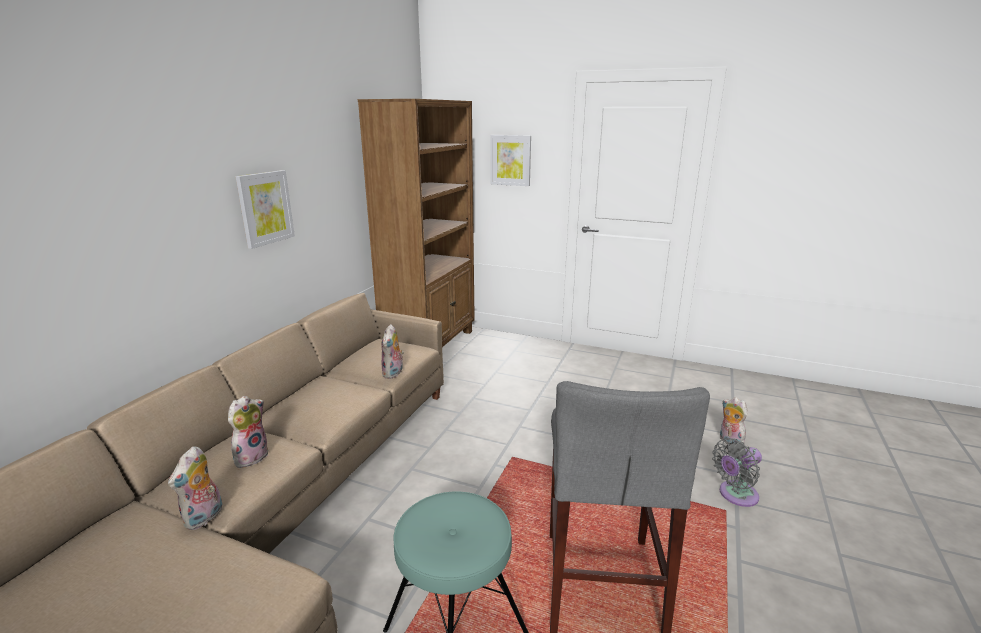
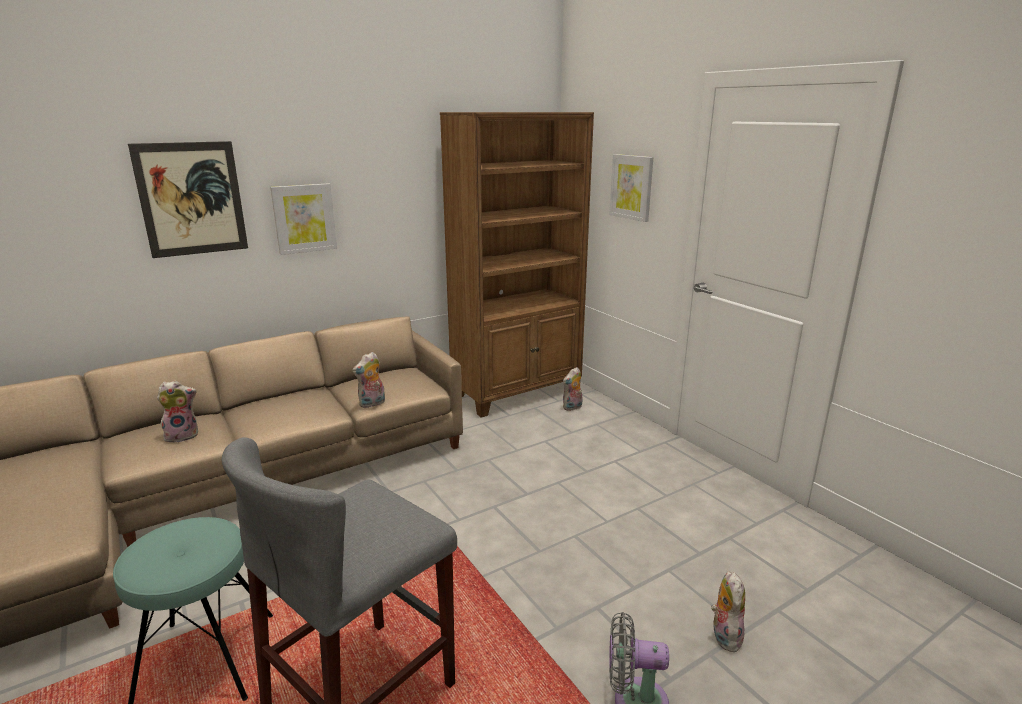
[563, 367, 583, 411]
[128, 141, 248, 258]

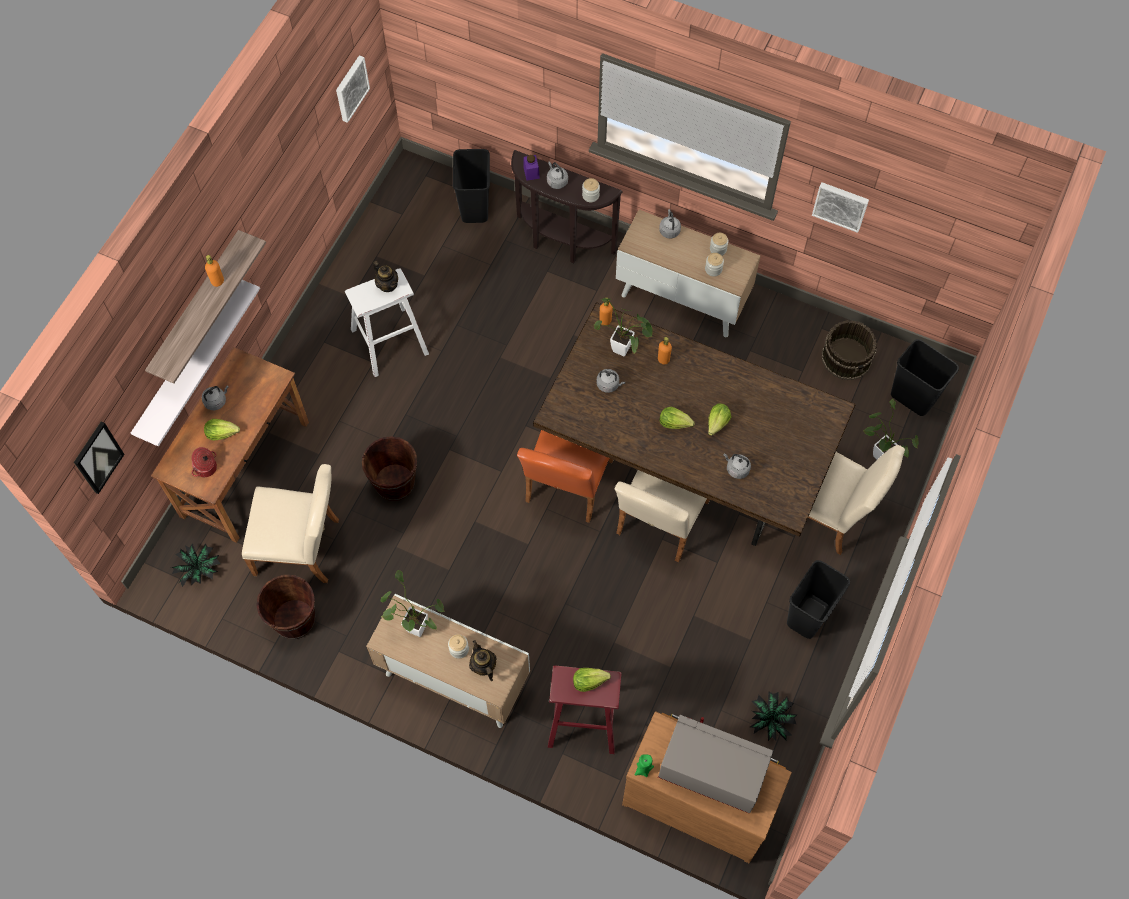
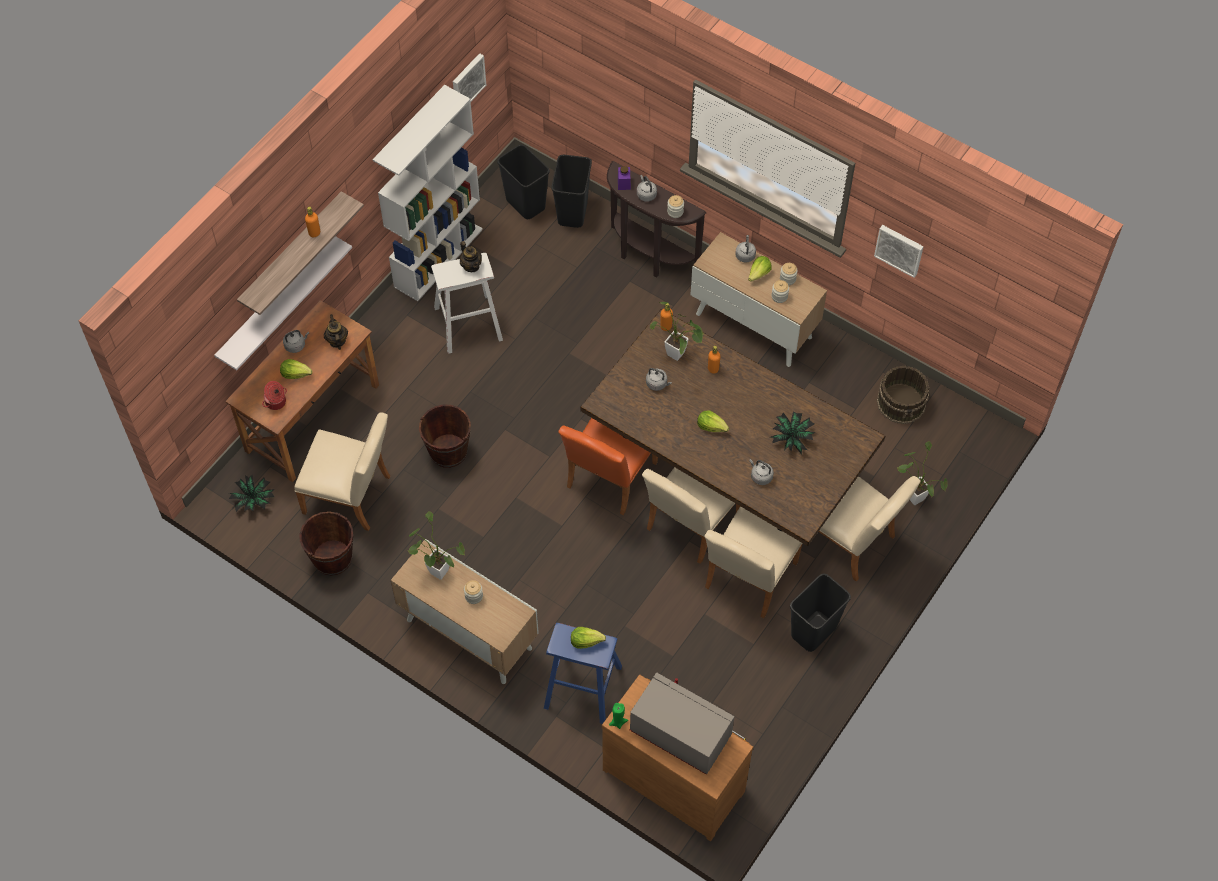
[74, 421, 125, 494] (first image)
[324, 314, 348, 350]
[544, 623, 622, 724]
[748, 256, 772, 282]
[769, 411, 816, 455]
[497, 144, 550, 219]
[372, 85, 483, 301]
[704, 506, 802, 618]

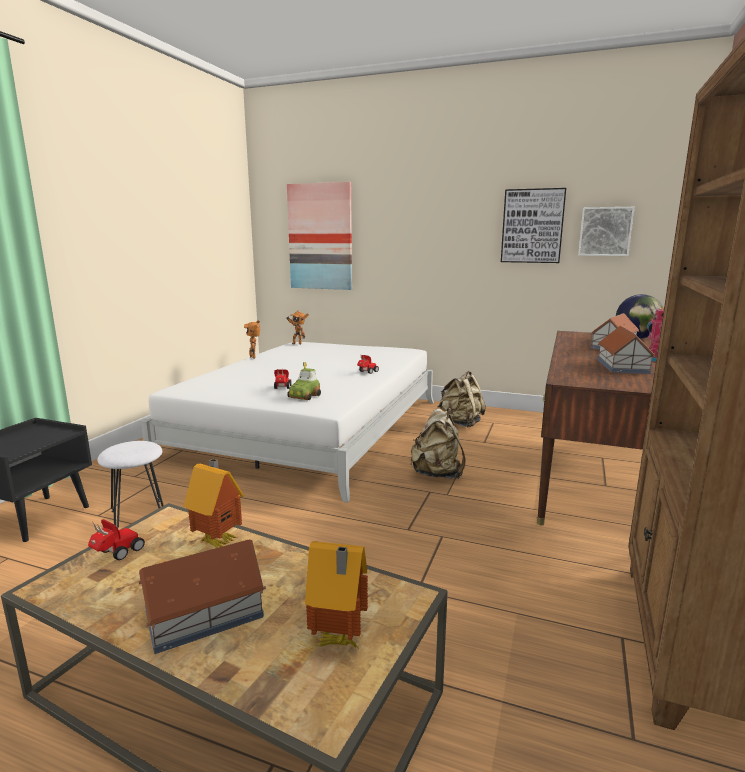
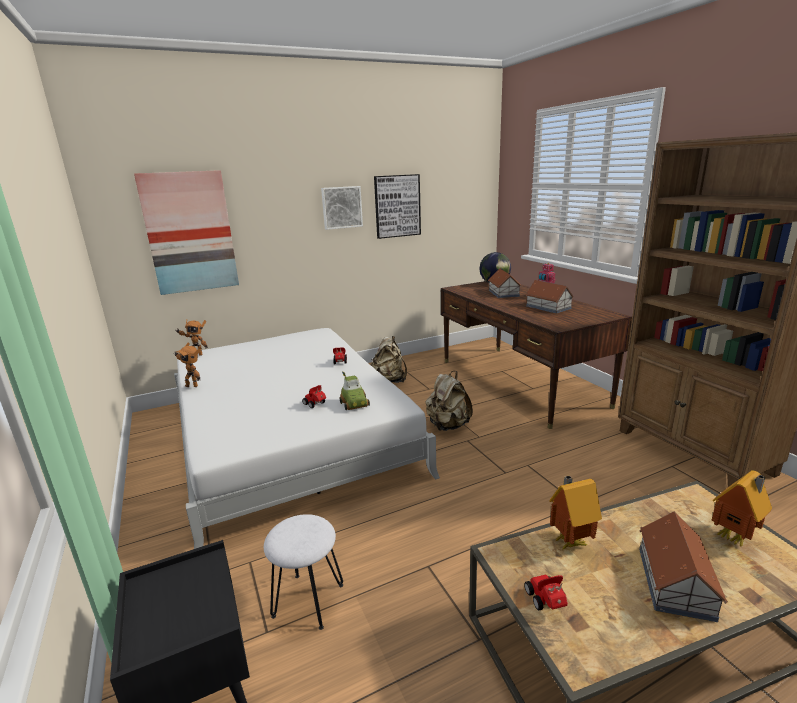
[321, 186, 363, 230]

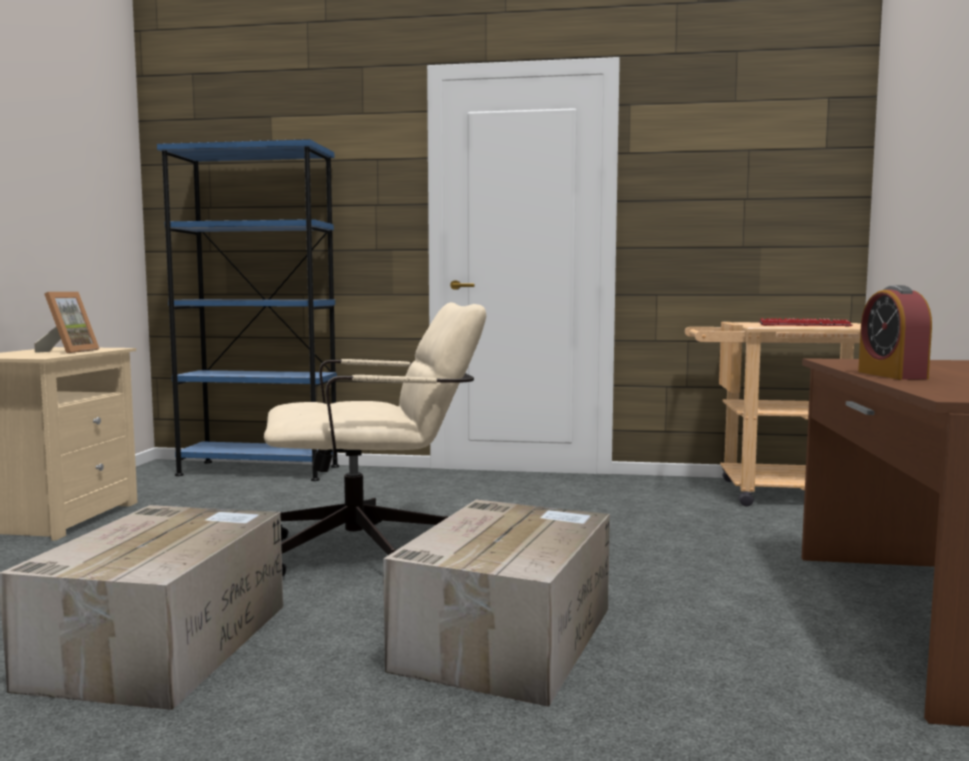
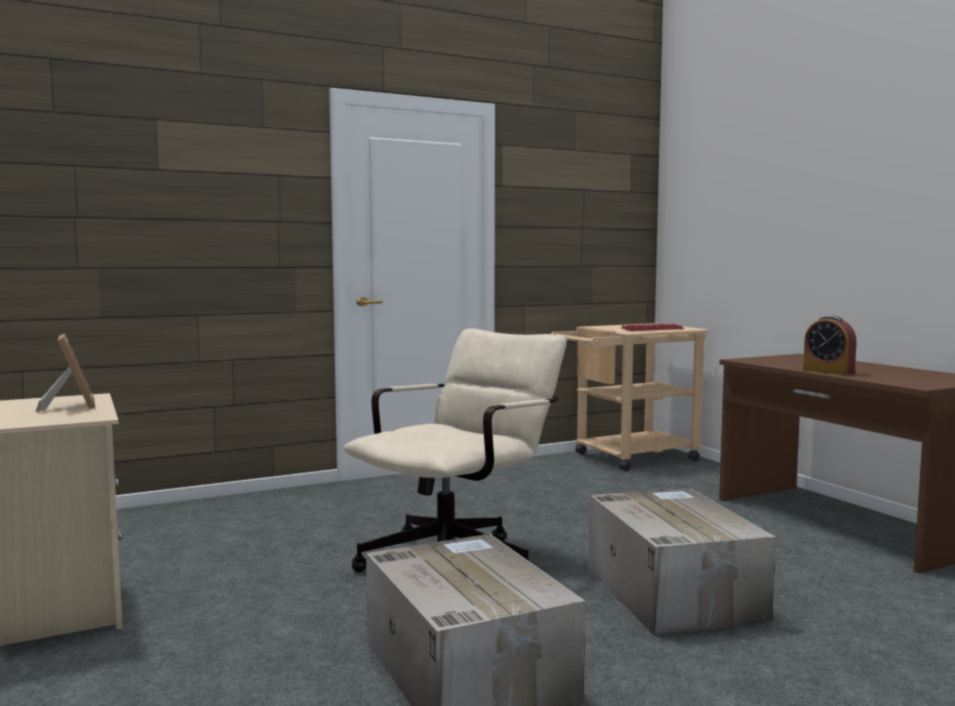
[157, 139, 339, 481] (first image)

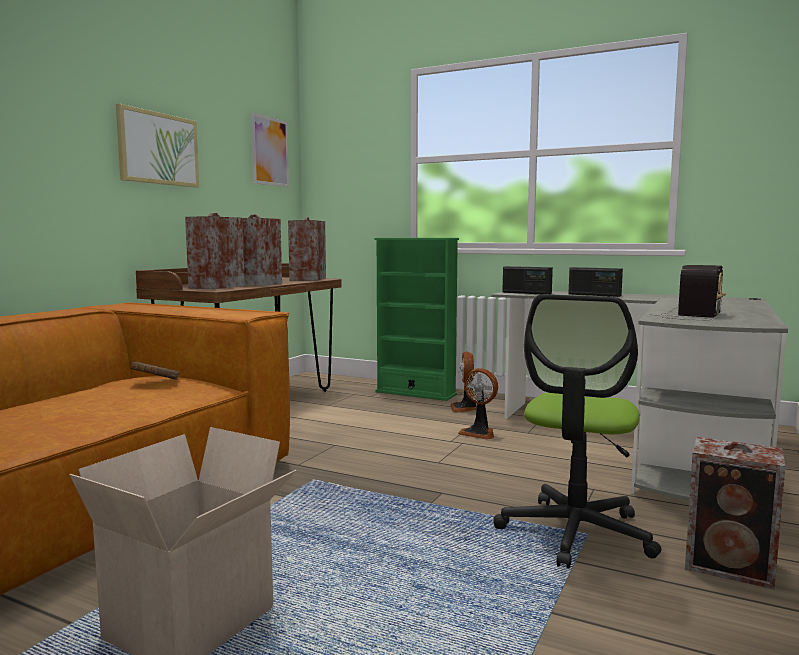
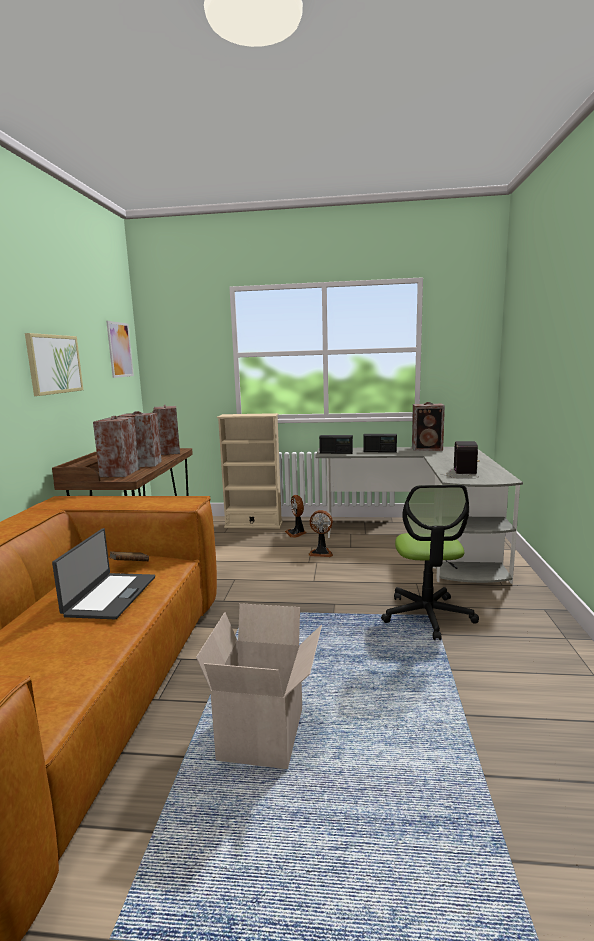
[217, 413, 283, 529]
[412, 402, 445, 451]
[52, 528, 155, 619]

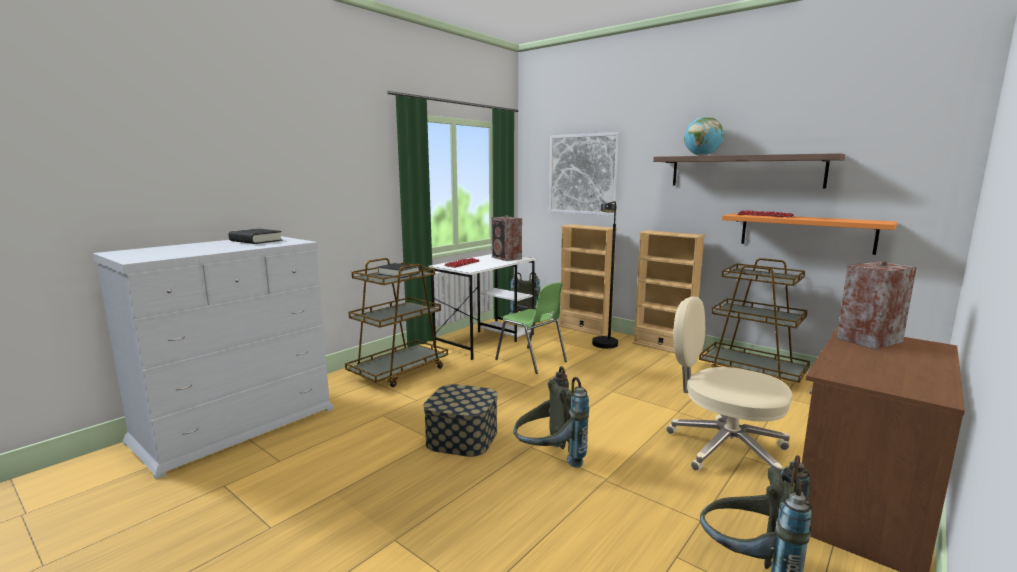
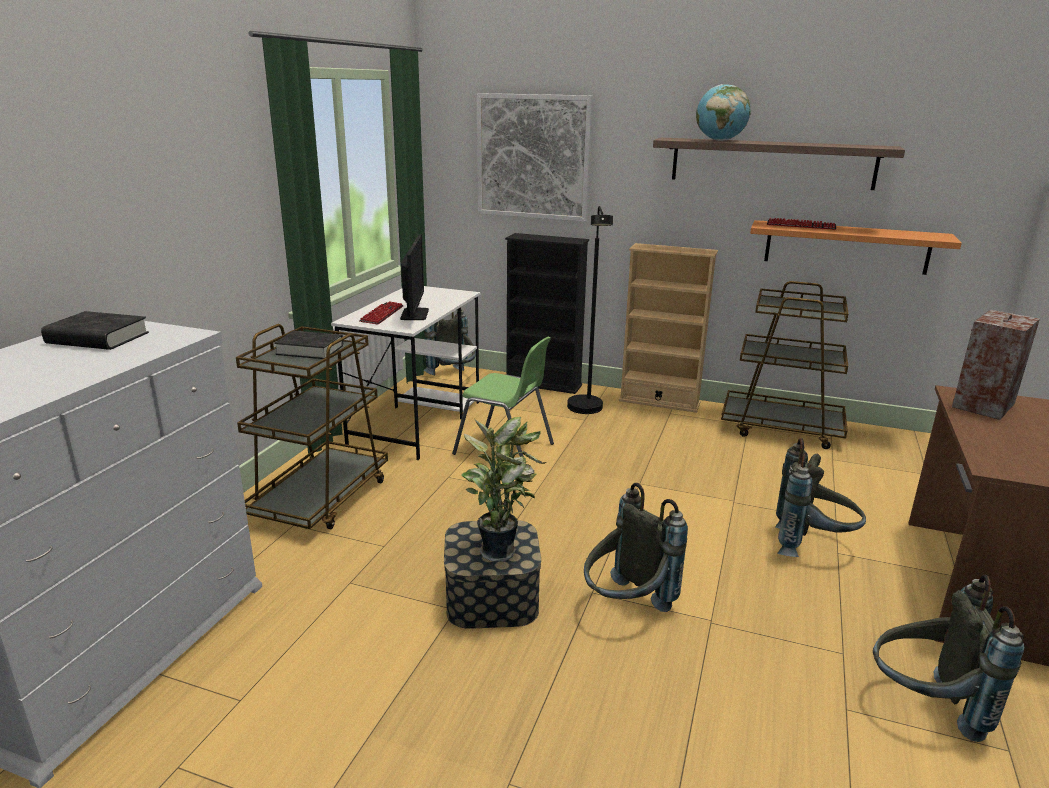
[491, 215, 522, 261] (first image)
[505, 233, 589, 394]
[775, 438, 866, 557]
[400, 234, 429, 320]
[461, 417, 546, 561]

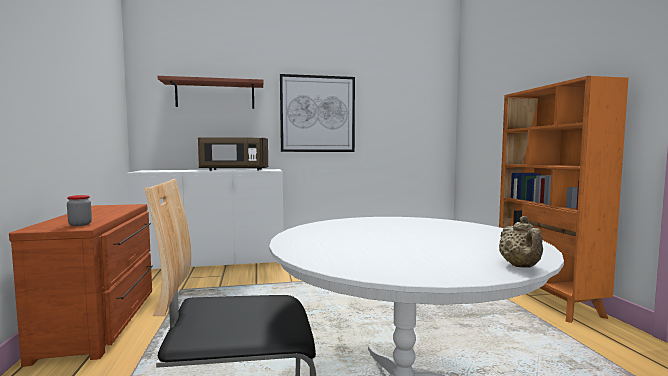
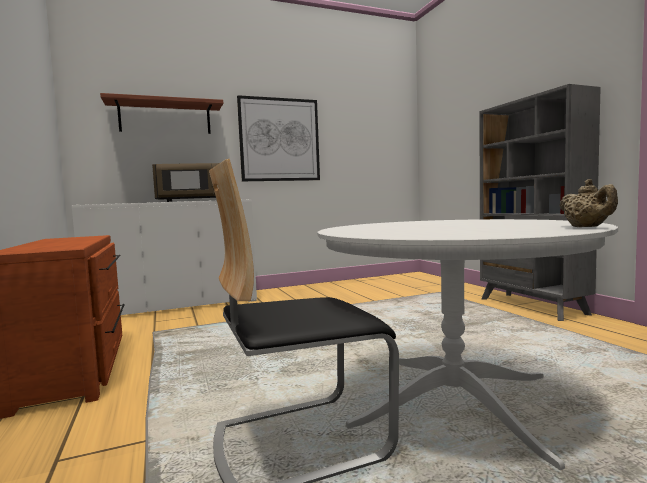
[67, 195, 92, 226] (first image)
[480, 84, 601, 321]

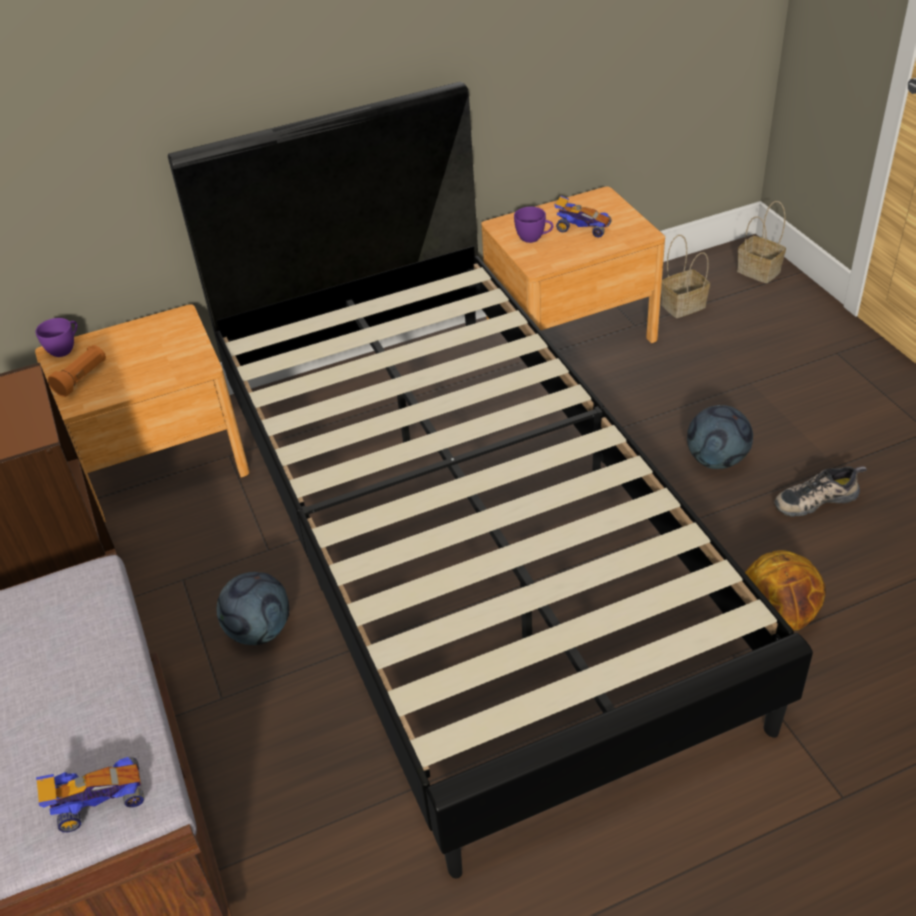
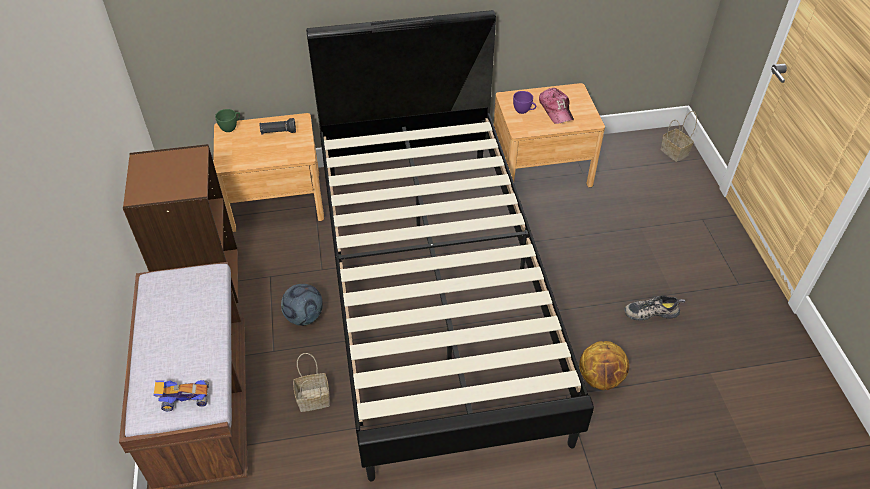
[215, 109, 240, 132]
[48, 345, 106, 397] (first image)
[539, 88, 574, 124]
[293, 353, 330, 412]
[687, 405, 753, 469] (first image)
[260, 118, 296, 135]

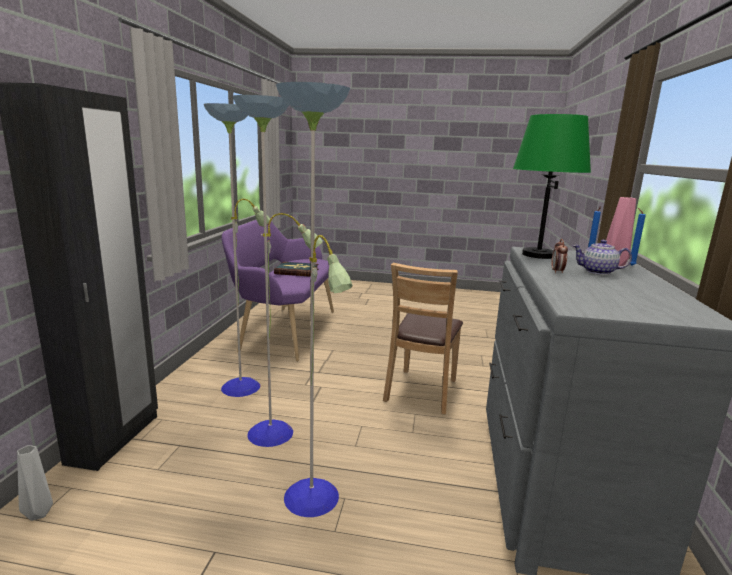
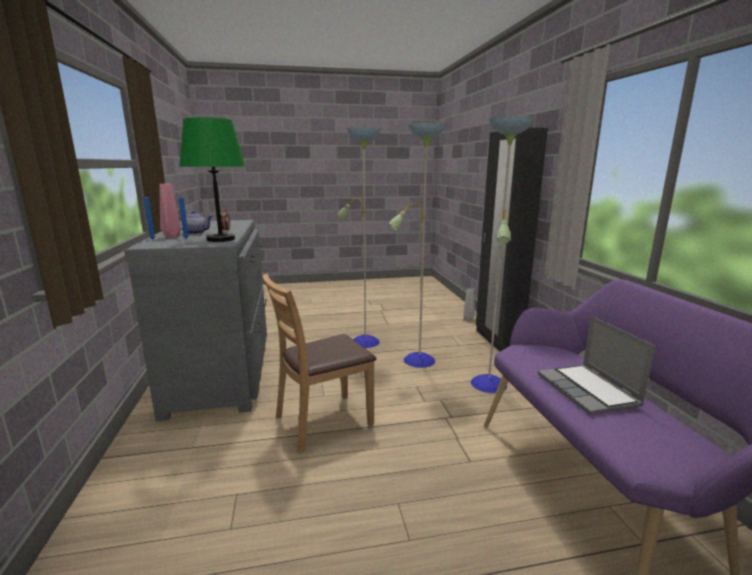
[538, 316, 655, 415]
[262, 273, 377, 454]

